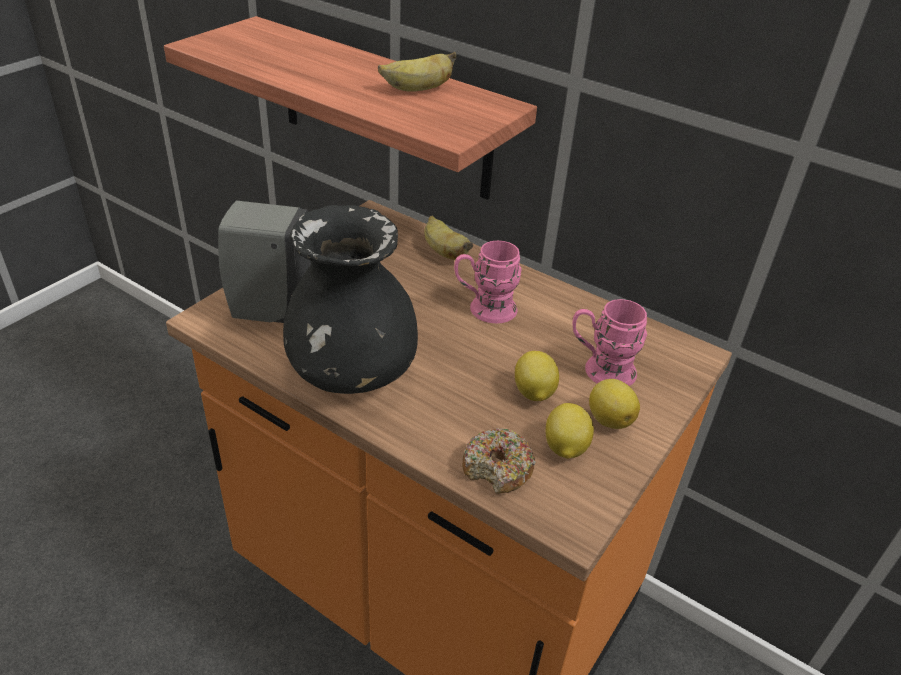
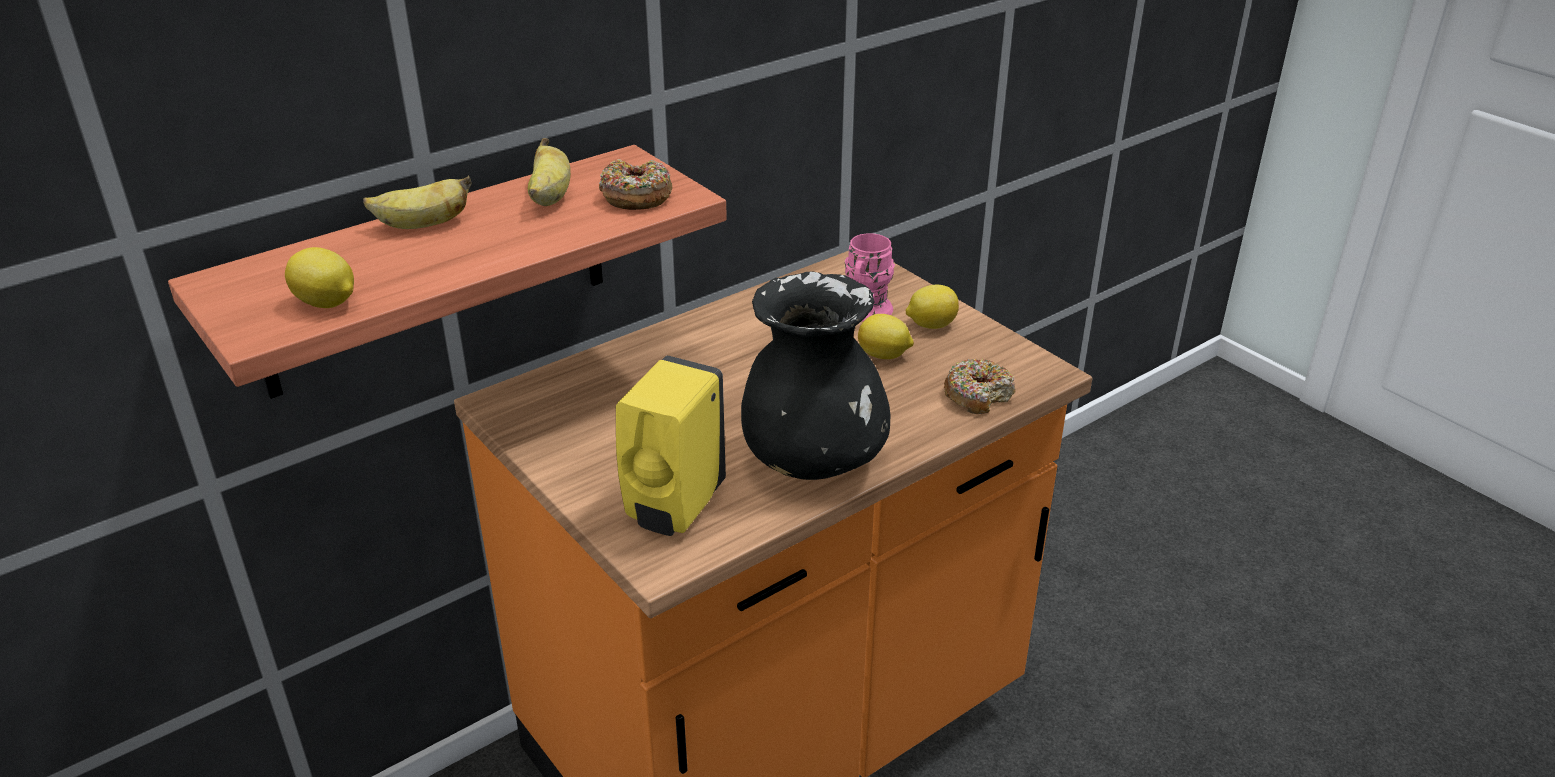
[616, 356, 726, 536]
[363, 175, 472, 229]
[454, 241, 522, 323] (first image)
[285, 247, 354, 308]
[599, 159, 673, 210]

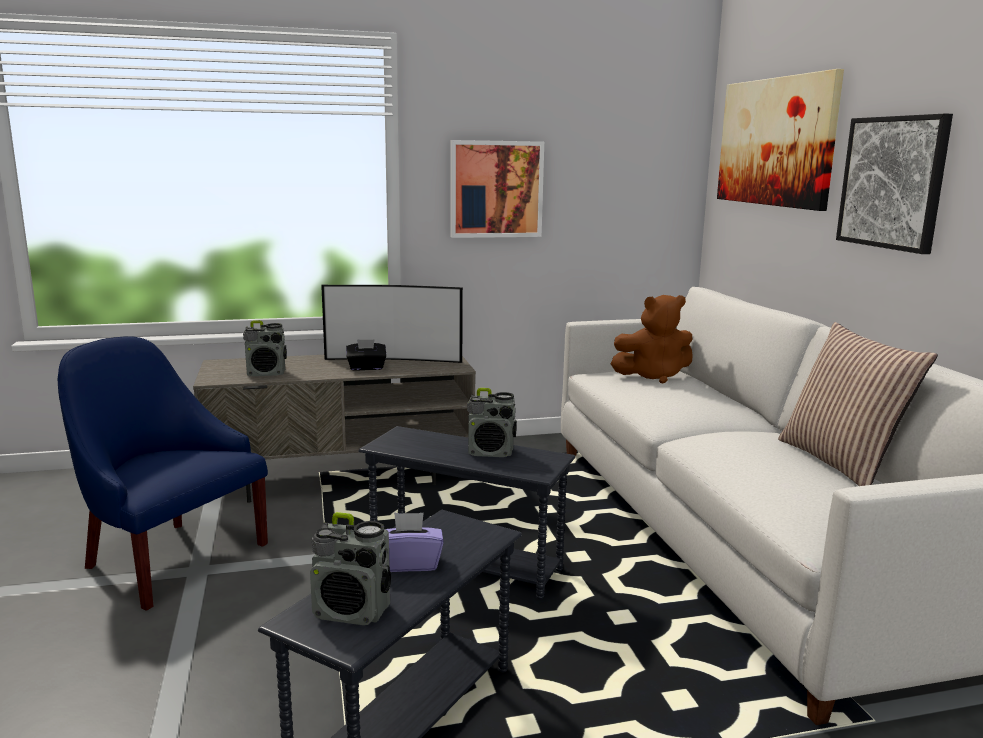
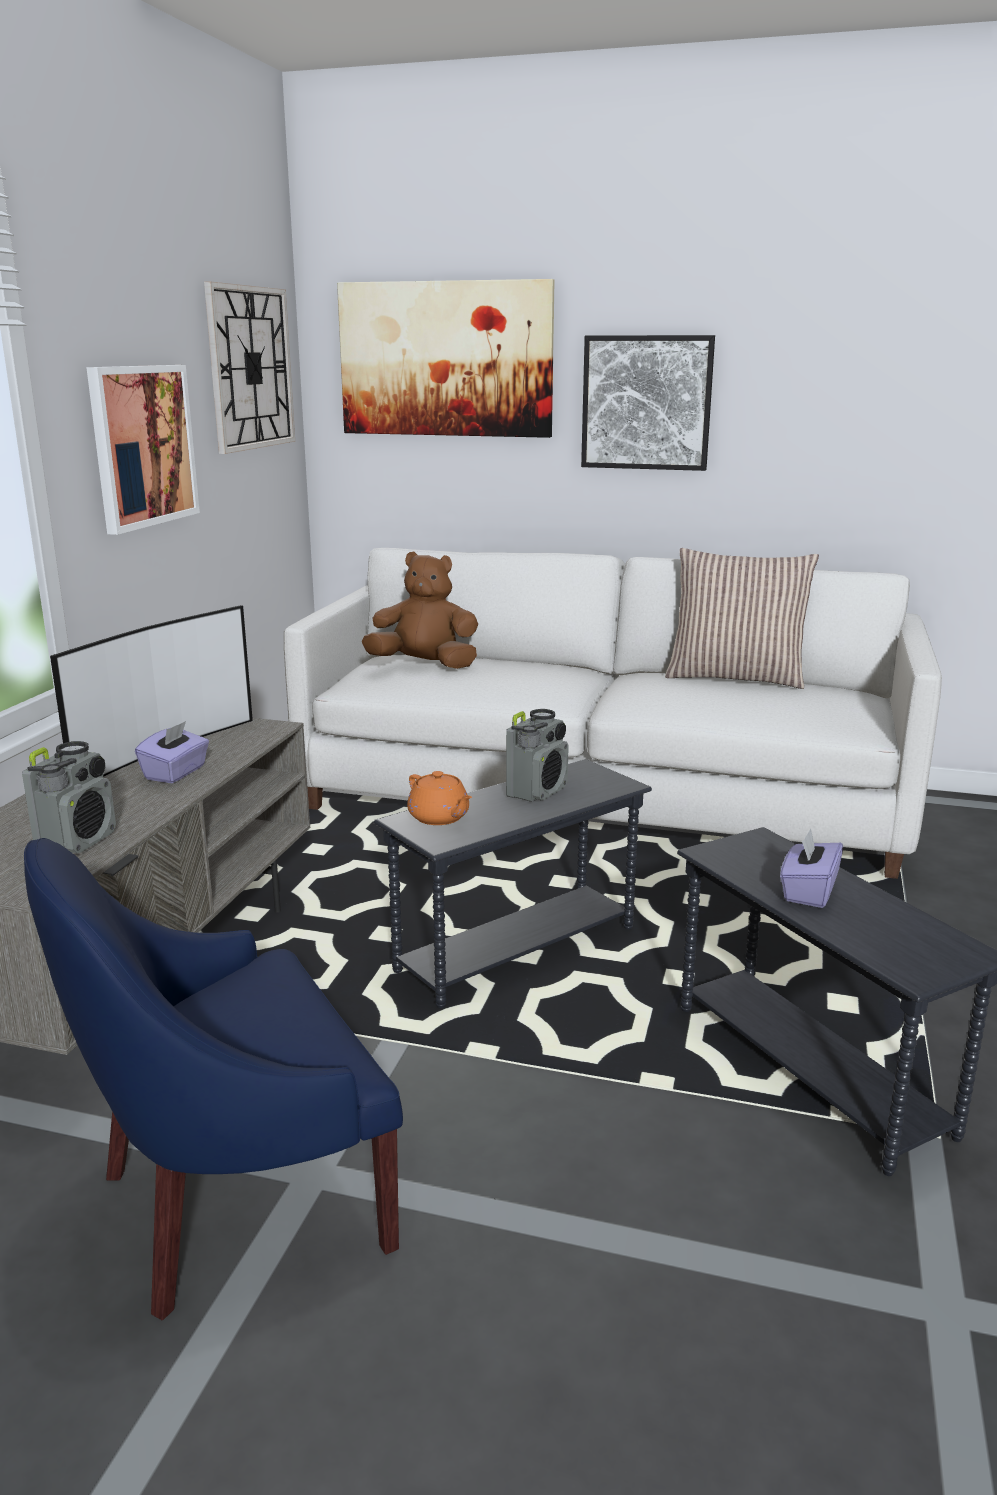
[310, 512, 391, 625] (first image)
[135, 721, 209, 783]
[362, 552, 478, 669]
[204, 281, 295, 454]
[407, 771, 472, 825]

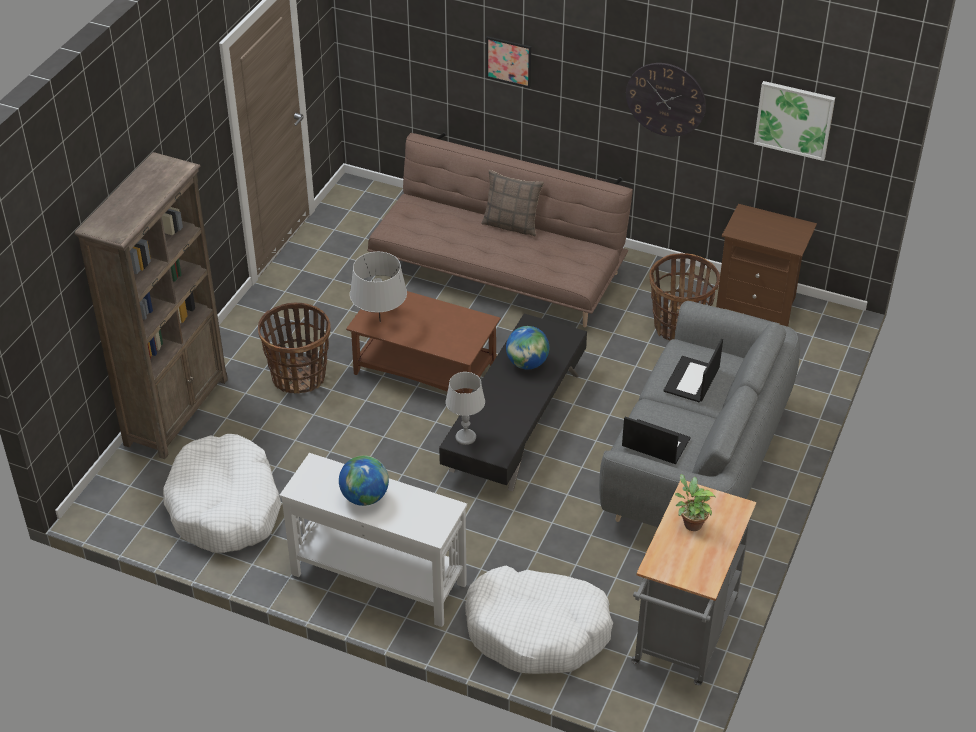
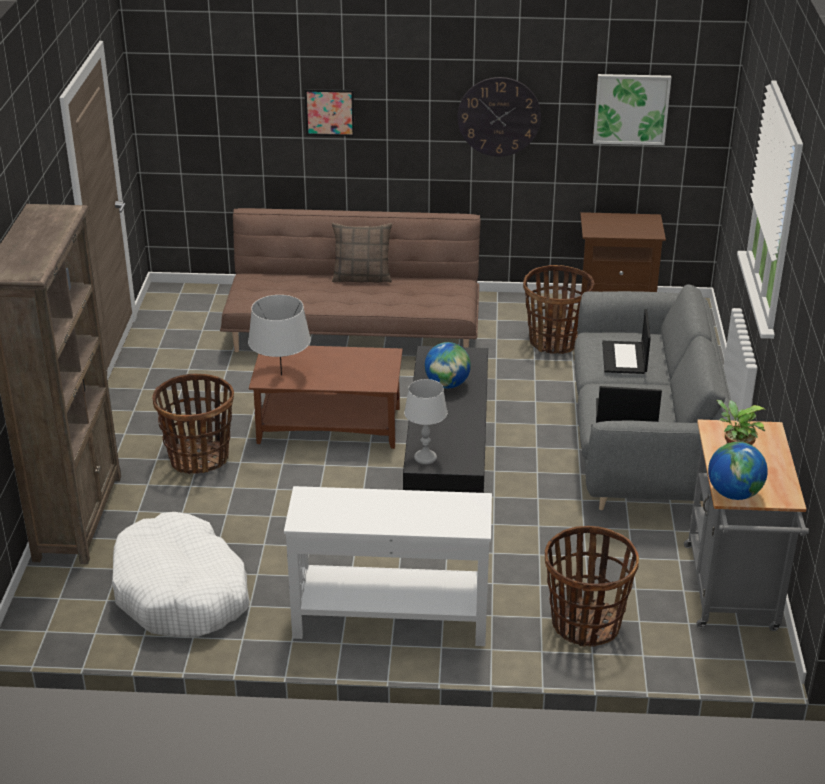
[708, 442, 768, 500]
[545, 526, 639, 646]

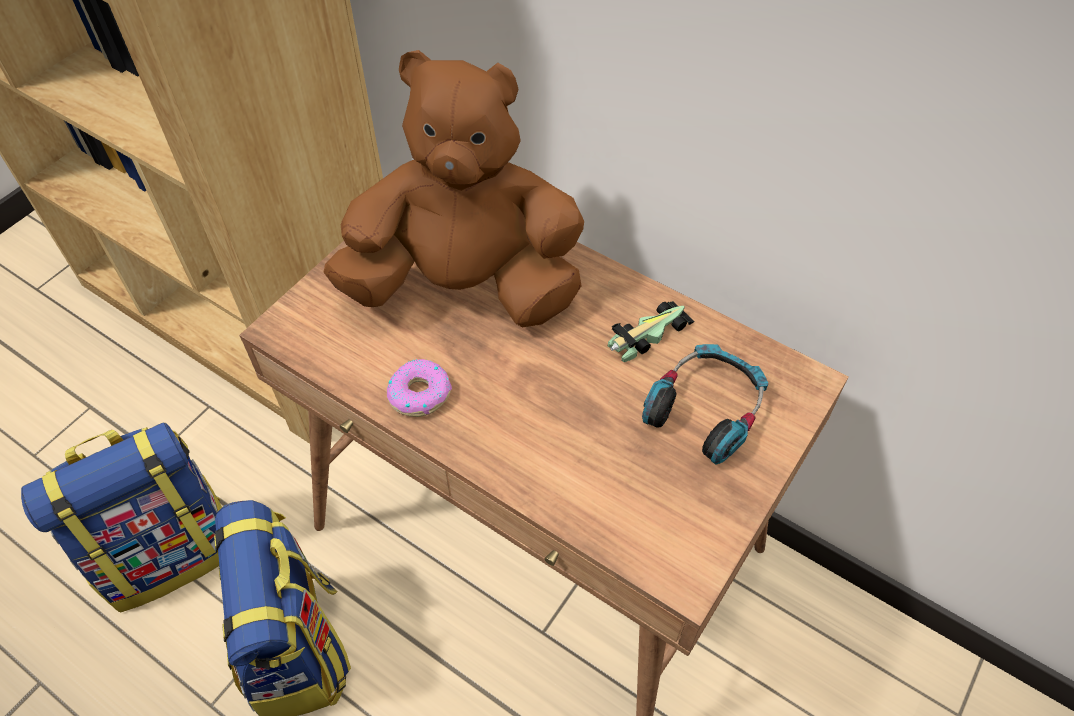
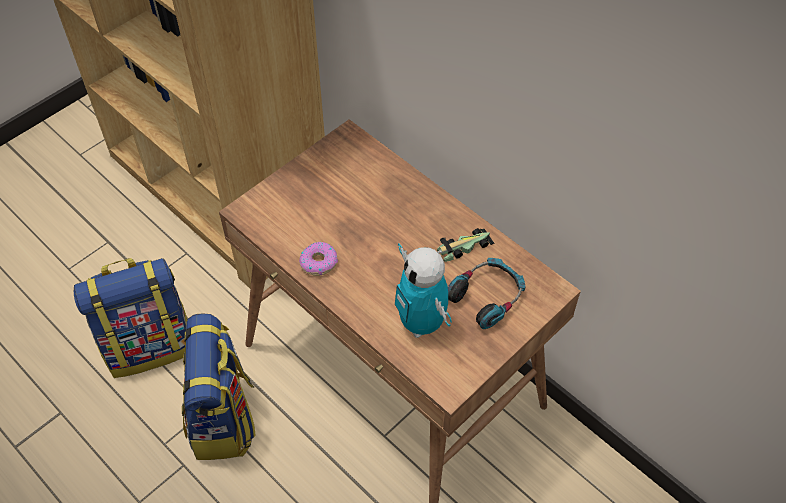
[324, 50, 584, 327] (first image)
[395, 243, 452, 338]

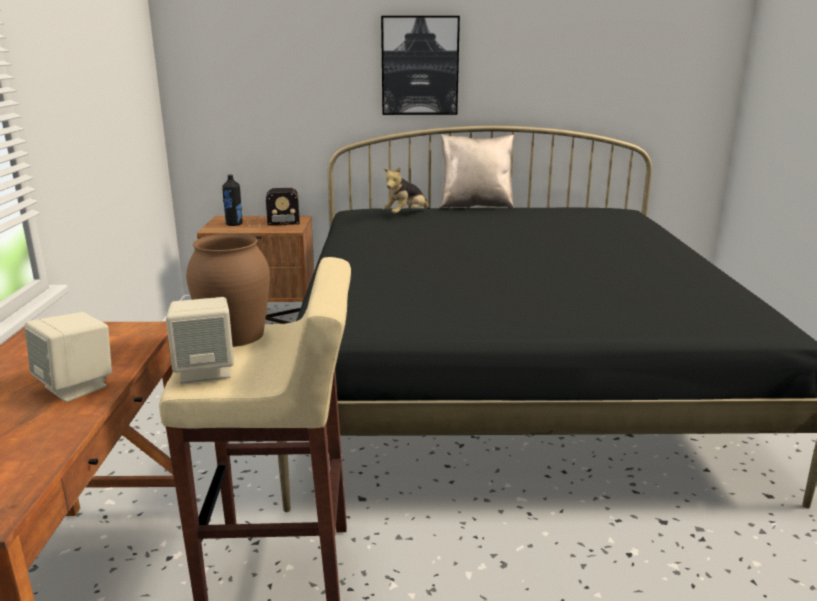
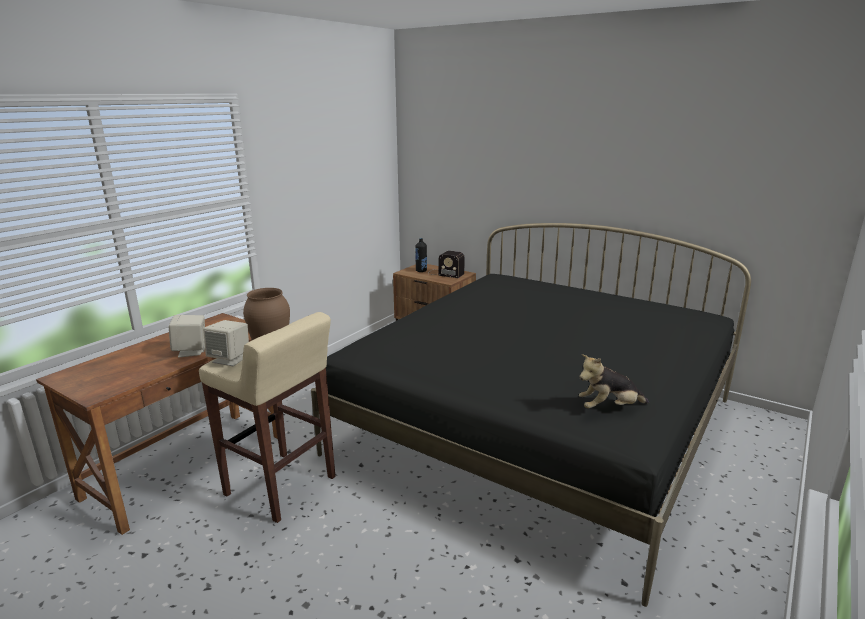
[381, 16, 460, 115] (first image)
[579, 354, 649, 408]
[439, 134, 514, 208] (first image)

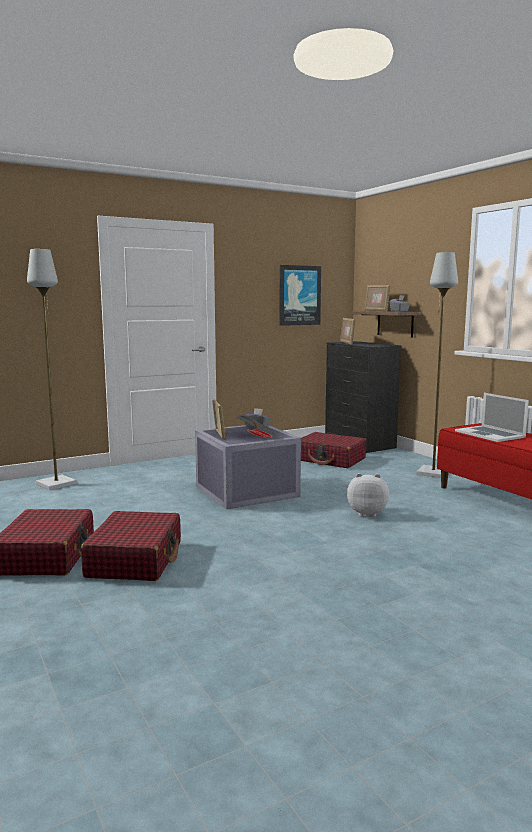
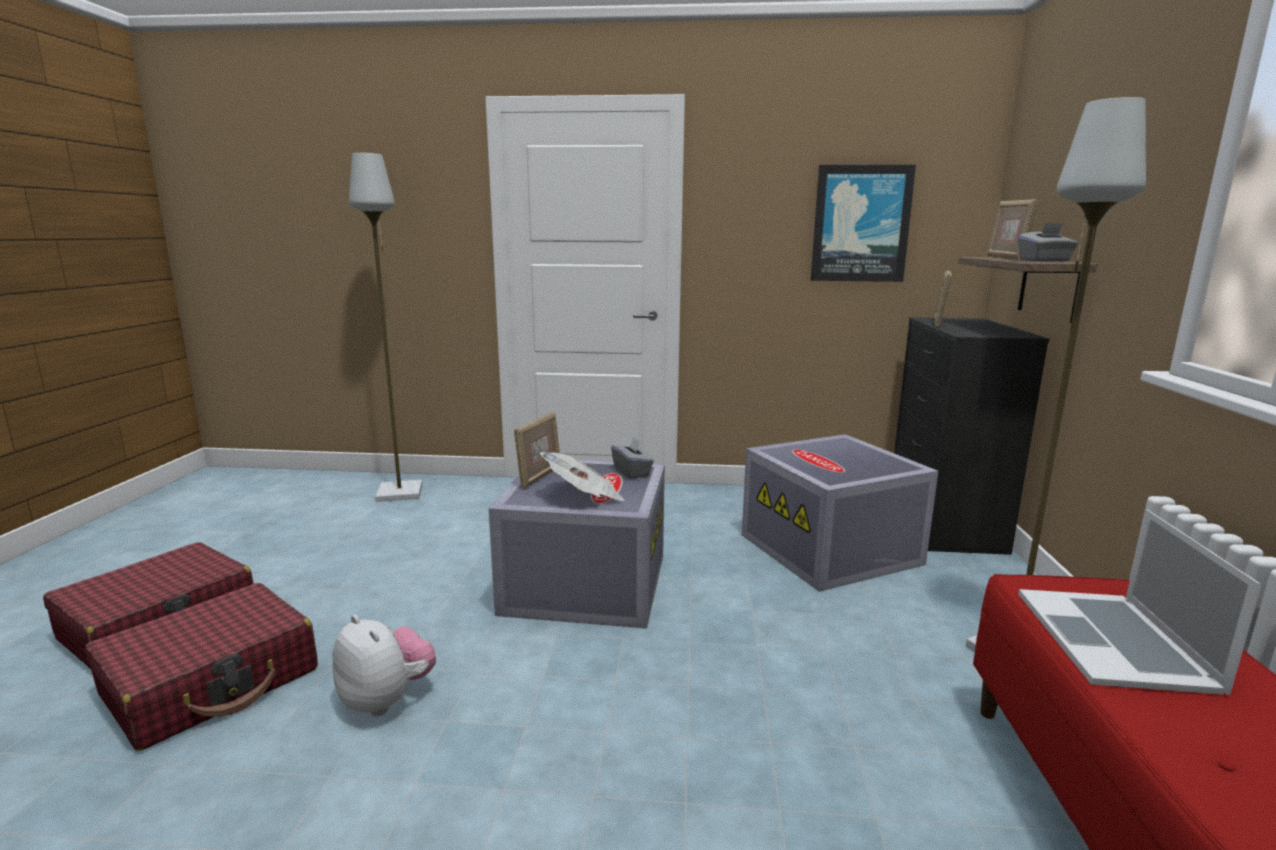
[742, 434, 938, 592]
[332, 615, 436, 716]

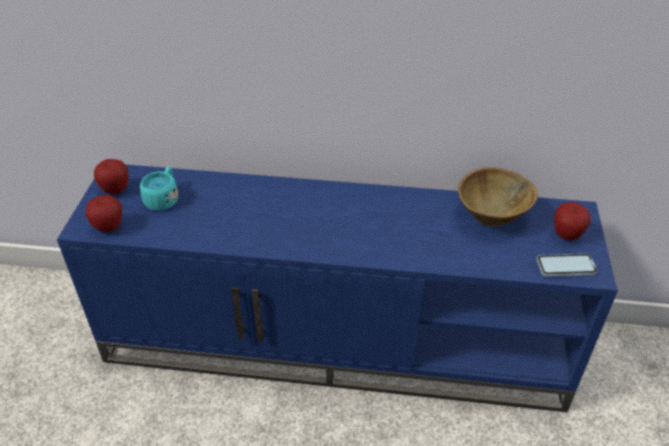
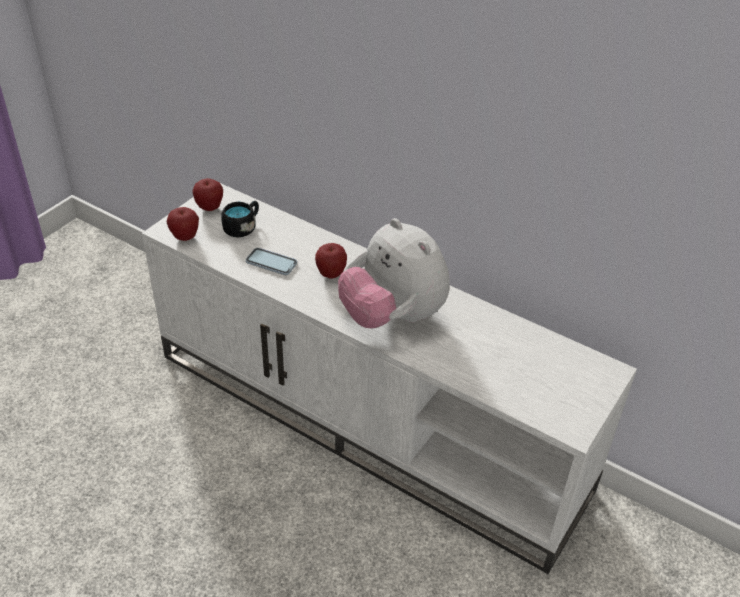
[142, 183, 637, 574]
[221, 201, 259, 237]
[458, 167, 538, 226] (first image)
[246, 248, 297, 275]
[315, 243, 347, 278]
[338, 218, 450, 328]

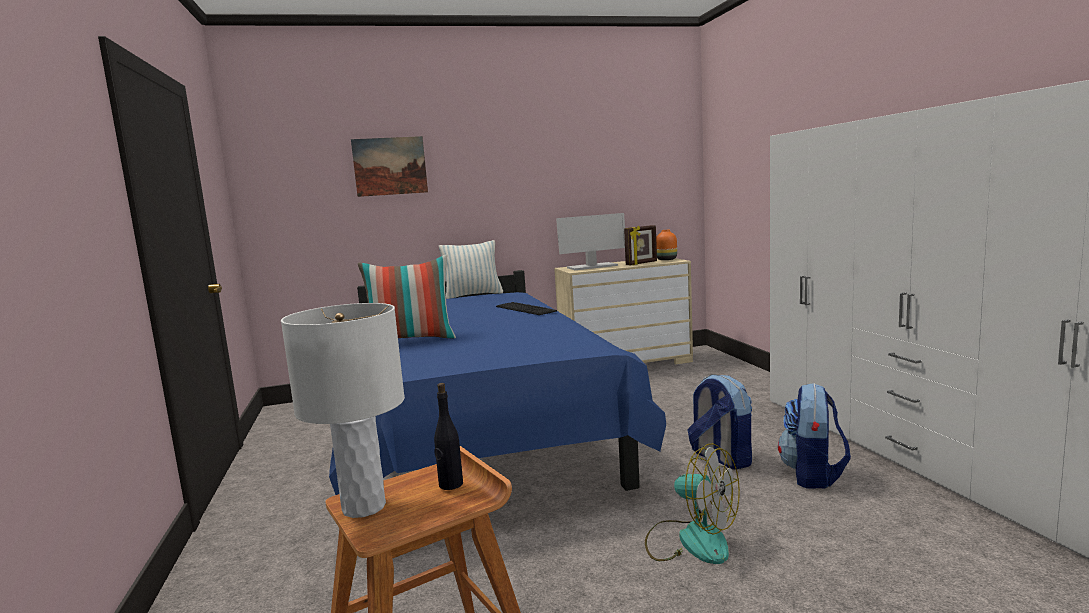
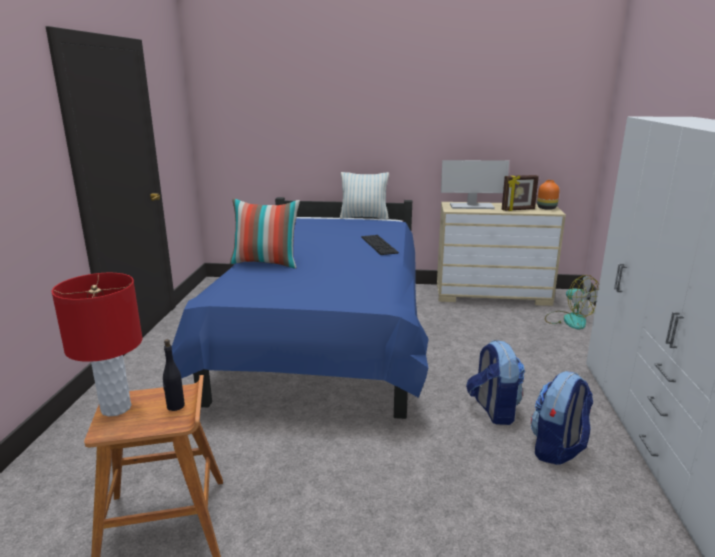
[52, 273, 143, 417]
[351, 136, 428, 197] (first image)
[545, 275, 599, 329]

